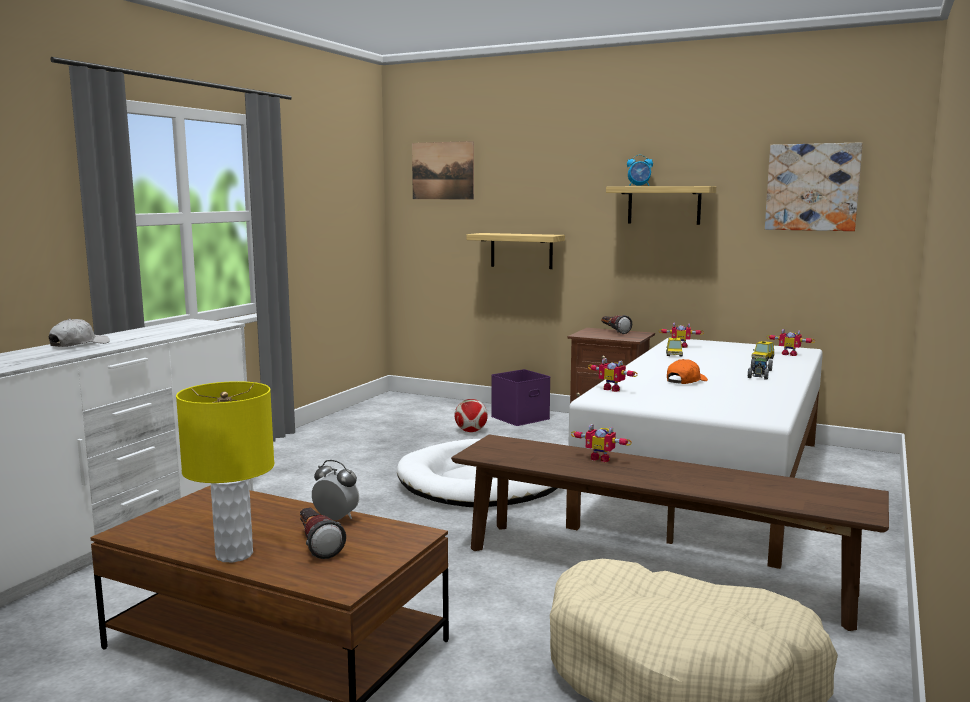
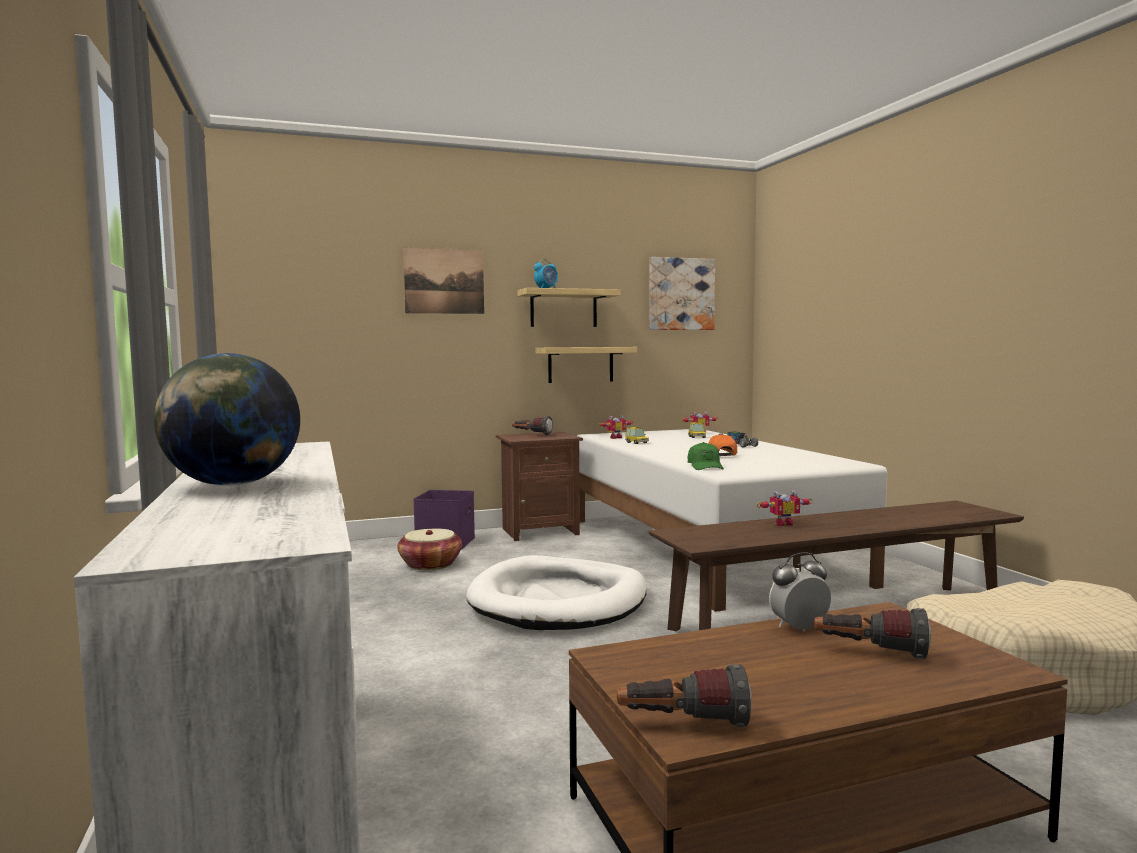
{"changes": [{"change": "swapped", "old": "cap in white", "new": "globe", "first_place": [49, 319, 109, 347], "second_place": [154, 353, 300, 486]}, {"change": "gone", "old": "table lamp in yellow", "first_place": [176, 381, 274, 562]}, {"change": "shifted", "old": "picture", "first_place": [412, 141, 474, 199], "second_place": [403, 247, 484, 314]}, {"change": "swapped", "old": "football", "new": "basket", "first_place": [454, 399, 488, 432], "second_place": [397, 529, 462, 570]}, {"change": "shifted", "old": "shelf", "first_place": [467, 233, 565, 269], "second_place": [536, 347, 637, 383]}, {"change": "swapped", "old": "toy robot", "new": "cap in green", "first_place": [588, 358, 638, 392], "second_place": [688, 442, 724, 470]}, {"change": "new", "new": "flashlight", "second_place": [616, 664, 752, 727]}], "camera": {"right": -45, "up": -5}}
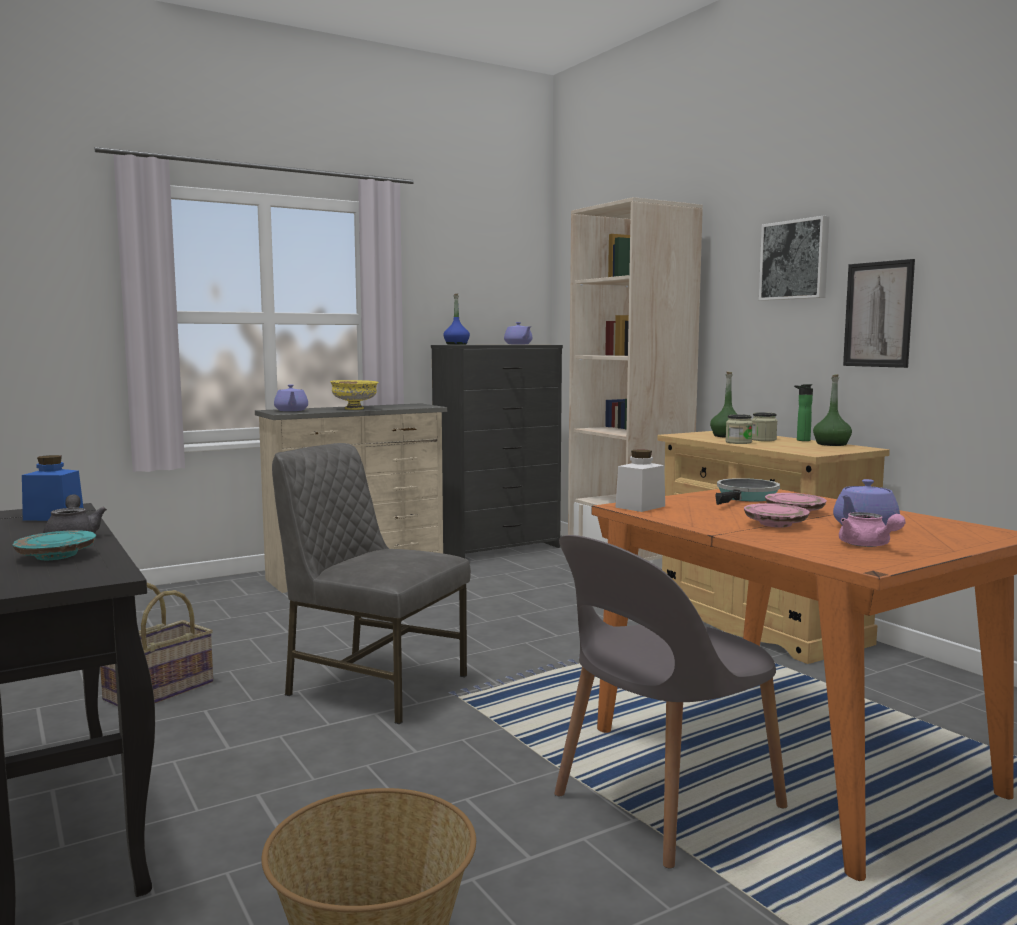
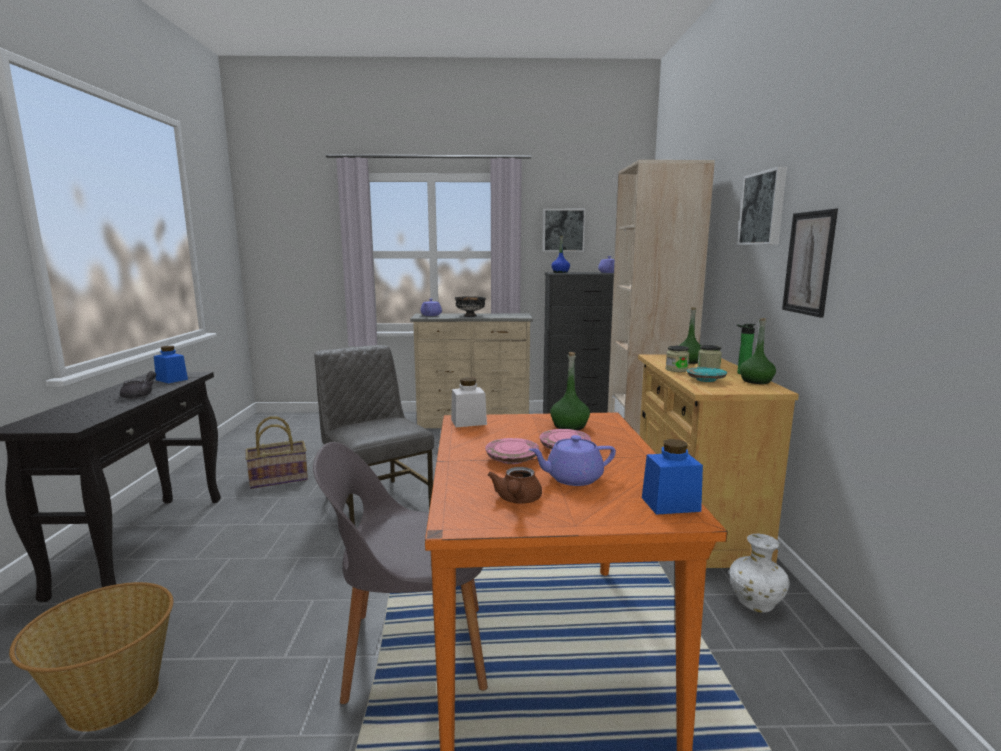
{"changes": [{"change": "shifted", "old": "plate in turquoise", "first_place": [12, 530, 96, 560], "second_place": [687, 367, 727, 382]}, {"change": "repainted", "old": "bowl in yellow", "new": "bowl in black", "first_place": [330, 380, 379, 410], "second_place": [455, 296, 486, 317]}, {"change": "swapped", "old": "frying pan", "new": "bottle in green", "first_place": [715, 478, 780, 505], "second_place": [550, 352, 590, 430]}, {"change": "repainted", "old": "teapot in pink", "new": "teapot in brown", "first_place": [839, 512, 906, 547], "second_place": [488, 467, 542, 504]}, {"change": "new", "new": "picture", "second_place": [543, 209, 586, 252]}, {"change": "new", "new": "jar in blue", "second_place": [642, 439, 703, 515]}, {"change": "new", "new": "vase in white", "second_place": [730, 533, 790, 613]}], "camera": {"right": 30, "up": 5}}
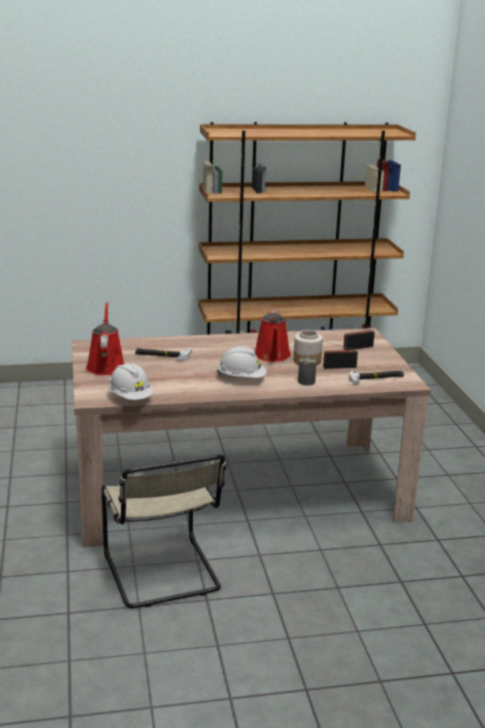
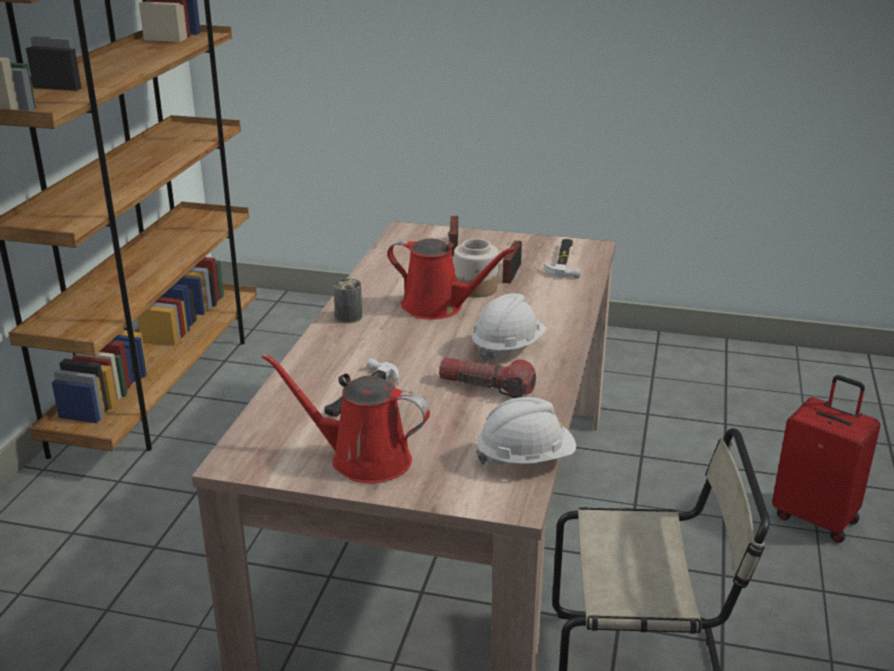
{"changes": [{"change": "shifted", "old": "can", "first_place": [298, 357, 317, 386], "second_place": [333, 278, 362, 323]}, {"change": "new", "new": "flashlight", "second_place": [439, 357, 536, 398]}, {"change": "new", "new": "suitcase in red", "second_place": [772, 375, 881, 543]}], "camera": {"right": -65, "up": 5}}
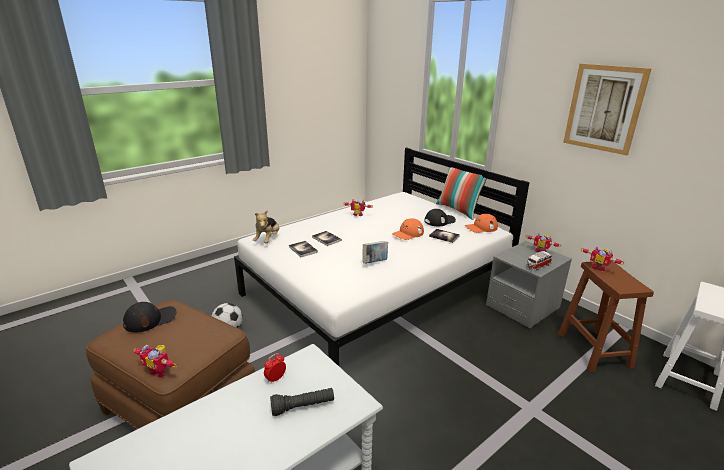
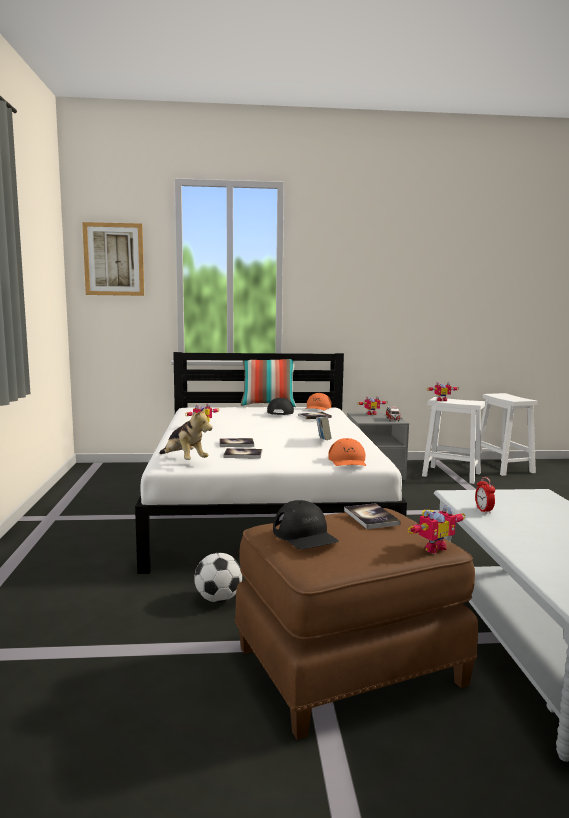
{"changes": [{"change": "rotated", "old": "cap in black", "first_place": [123, 302, 176, 332], "second_place": [273, 500, 339, 549], "degrees": 150}, {"change": "gone", "old": "flashlight in black", "first_place": [270, 388, 334, 416]}, {"change": "shifted", "old": "cap in orange", "first_place": [392, 218, 424, 240], "second_place": [328, 438, 366, 466]}, {"change": "repainted", "old": "stool in brown", "new": "stool in white", "first_place": [558, 261, 654, 372], "second_place": [422, 397, 485, 484]}, {"change": "shifted", "old": "picture", "first_place": [563, 64, 651, 156], "second_place": [82, 222, 144, 296]}, {"change": "new", "new": "book", "second_place": [344, 503, 401, 529]}], "camera": {"right": -55, "up": -15}}
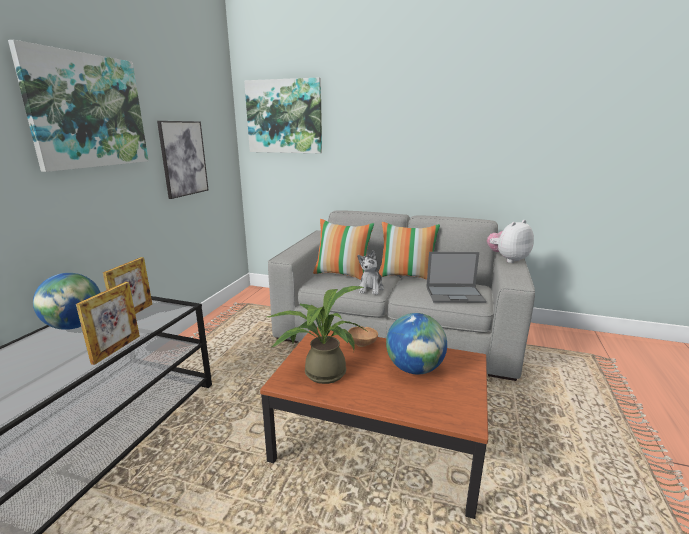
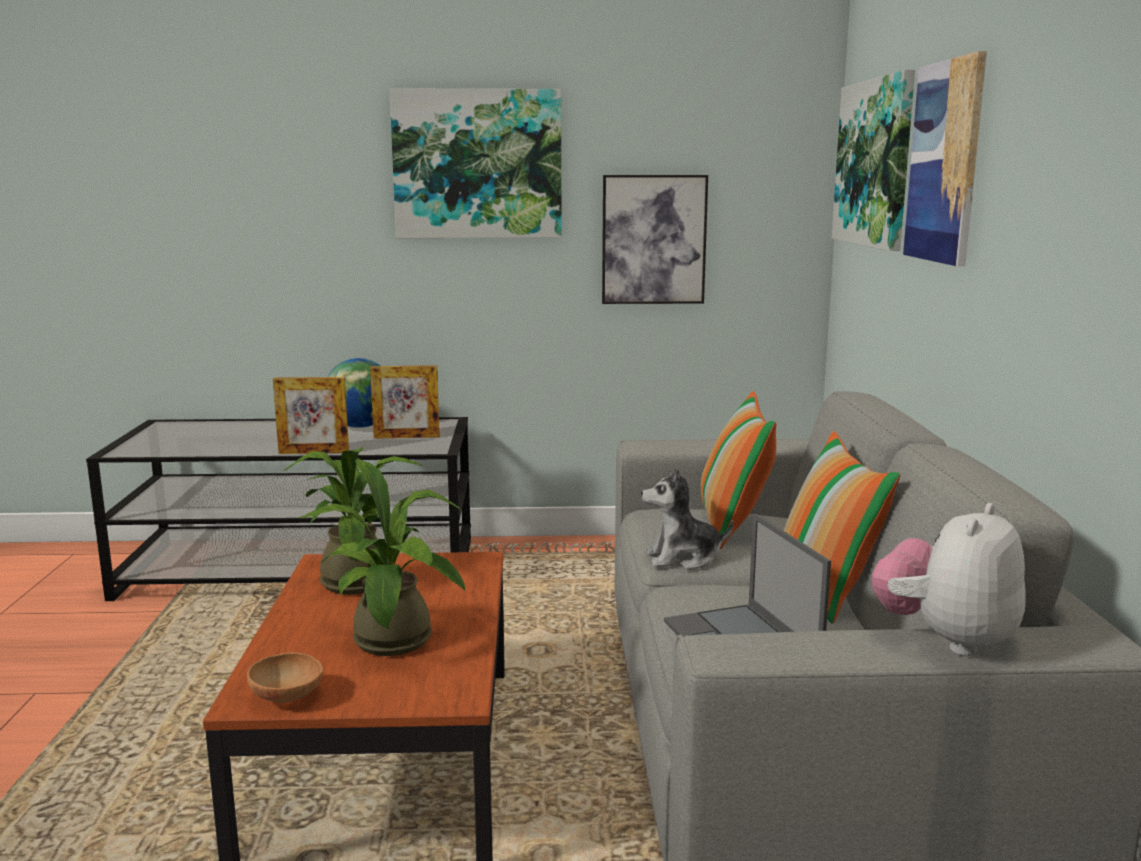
{"changes": [{"change": "shifted", "old": "bowl in brown", "first_place": [348, 326, 378, 347], "second_place": [247, 653, 323, 703]}, {"change": "swapped", "old": "globe", "new": "potted plant", "first_place": [386, 313, 447, 374], "second_place": [298, 458, 465, 656]}, {"change": "rotated", "old": "plush toy", "first_place": [487, 220, 534, 263], "second_place": [872, 503, 1026, 656], "degrees": -90}, {"change": "new", "new": "picture", "second_place": [903, 51, 987, 267]}], "camera": {"right": 70, "up": -5}}
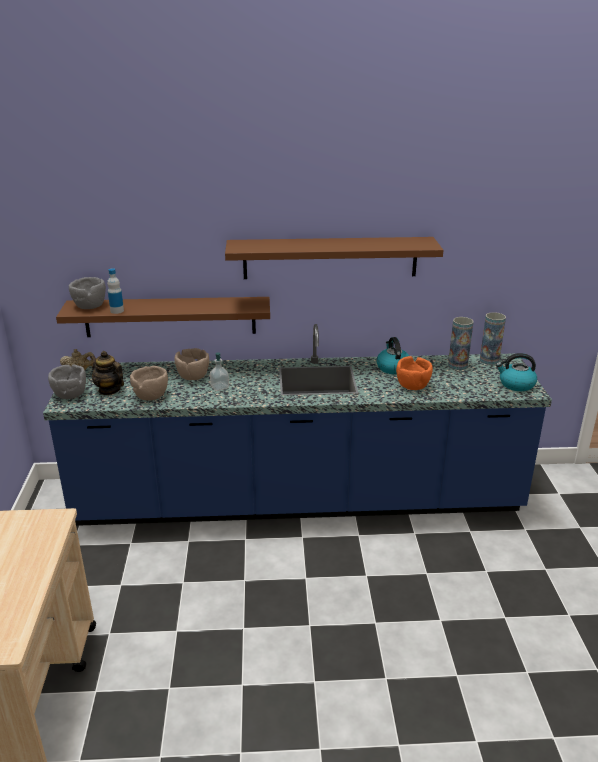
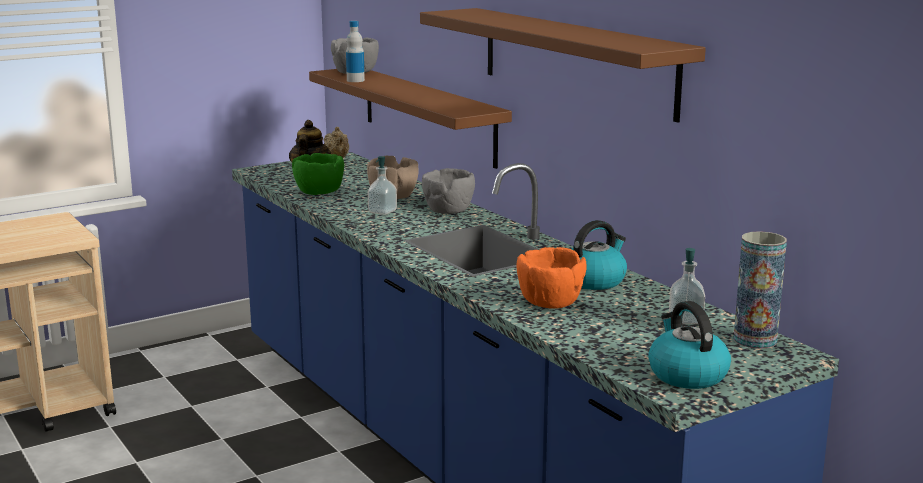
{"changes": [{"change": "shifted", "old": "bowl in grey", "first_place": [48, 364, 86, 399], "second_place": [422, 168, 475, 214]}, {"change": "repainted", "old": "bowl in brown", "new": "bowl in green", "first_place": [130, 366, 168, 401], "second_place": [292, 153, 344, 195]}, {"change": "swapped", "old": "vase", "new": "soap dispenser", "first_place": [448, 317, 474, 370], "second_place": [669, 248, 705, 324]}], "camera": {"right": 60, "up": -10}}
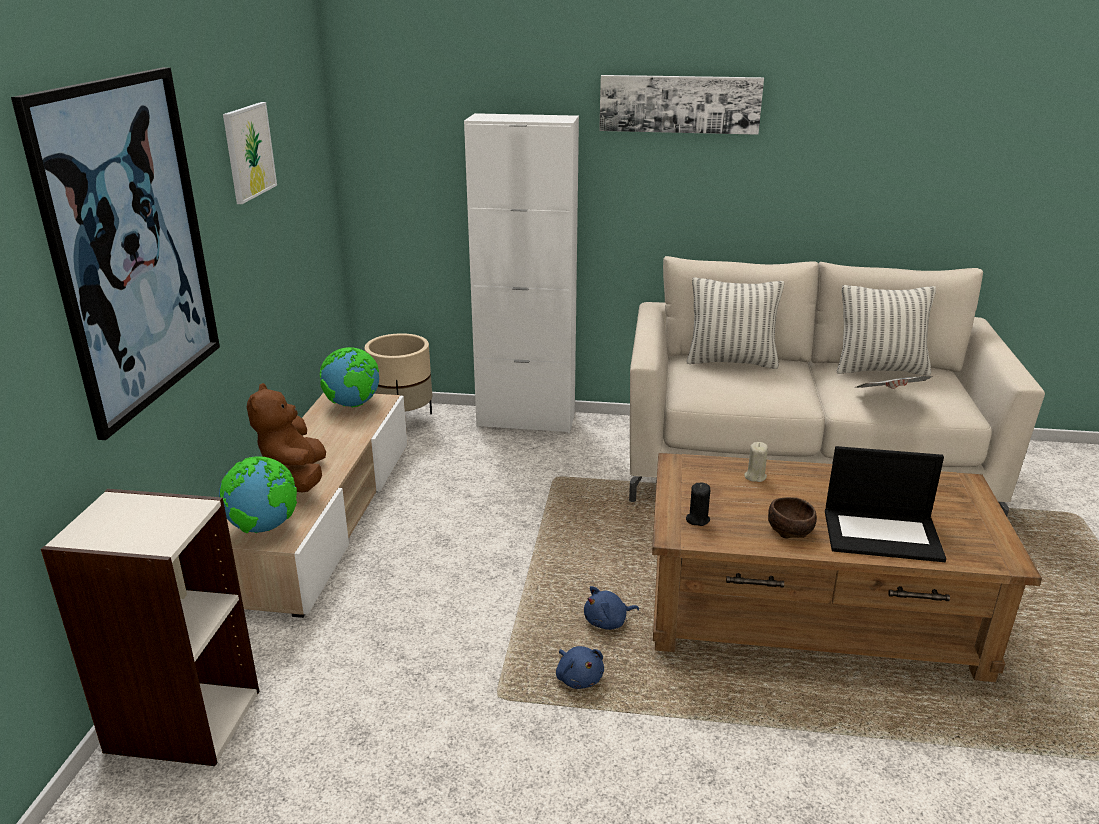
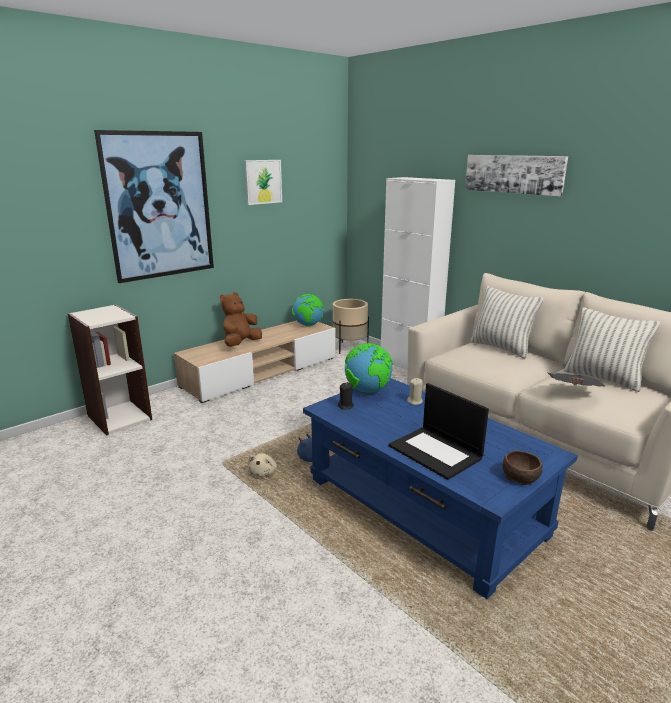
{"changes": [{"change": "shifted", "old": "globe", "first_place": [219, 456, 297, 533], "second_place": [345, 343, 393, 393]}, {"change": "repainted", "old": "plush toy in blue", "new": "plush toy in beige", "first_place": [556, 646, 604, 689], "second_place": [248, 453, 277, 477]}, {"change": "repainted", "old": "coffee table in brown", "new": "coffee table in blue", "first_place": [652, 453, 1042, 682], "second_place": [303, 378, 578, 599]}, {"change": "shifted", "old": "bowl in brown", "first_place": [768, 497, 817, 539], "second_place": [503, 450, 543, 485]}], "camera": {"right": 40, "up": -5}}
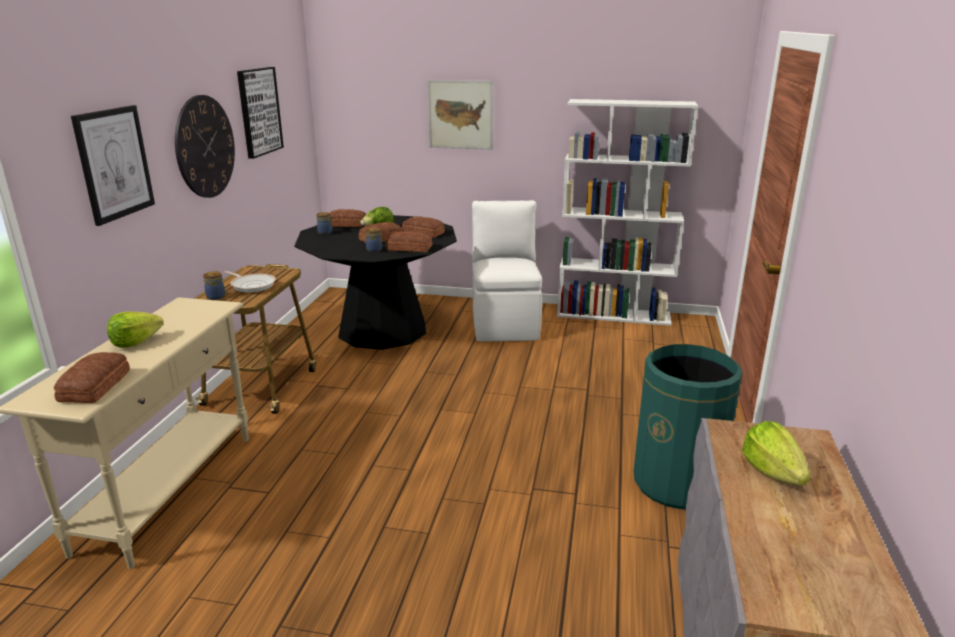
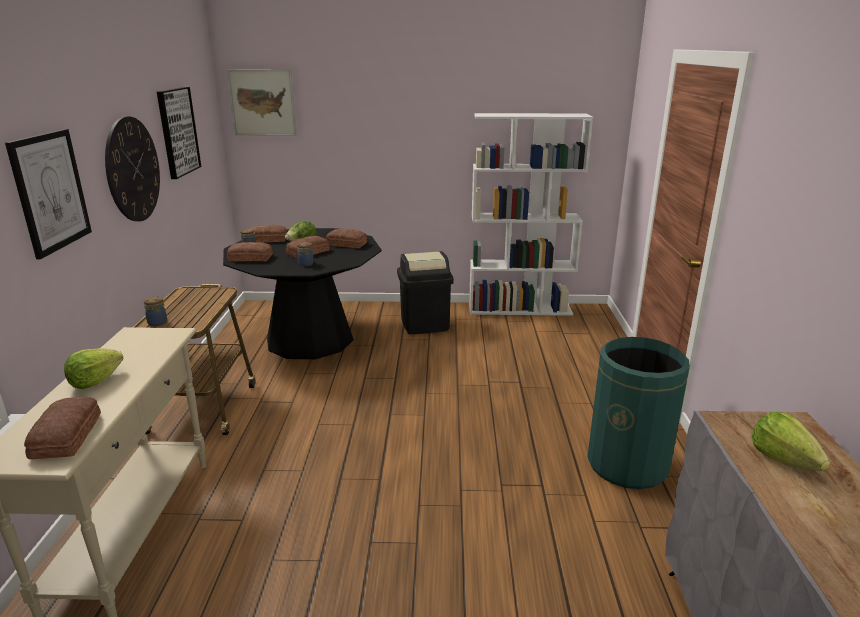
{"changes": [{"change": "gone", "old": "frying pan", "first_place": [224, 271, 276, 292]}, {"change": "shifted", "old": "bread", "first_place": [386, 231, 432, 252], "second_place": [227, 242, 273, 261]}, {"change": "shifted", "old": "picture", "first_place": [427, 80, 493, 150], "second_place": [227, 69, 297, 136]}, {"change": "swapped", "old": "chair in white", "new": "trash can in black", "first_place": [472, 200, 542, 341], "second_place": [397, 251, 453, 334]}], "camera": {"right": -10, "up": 0}}
